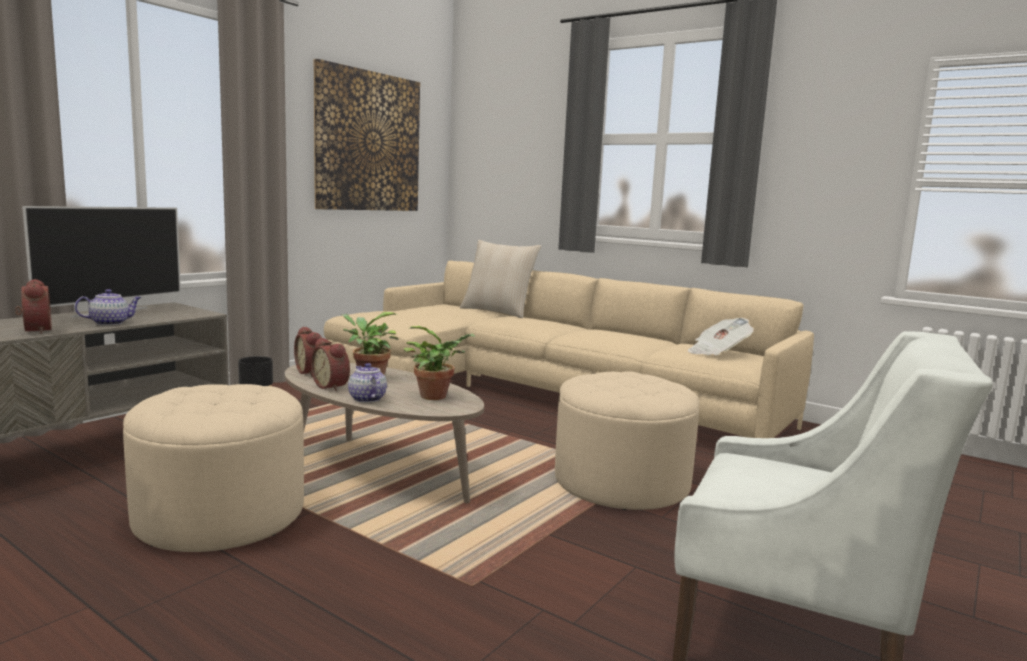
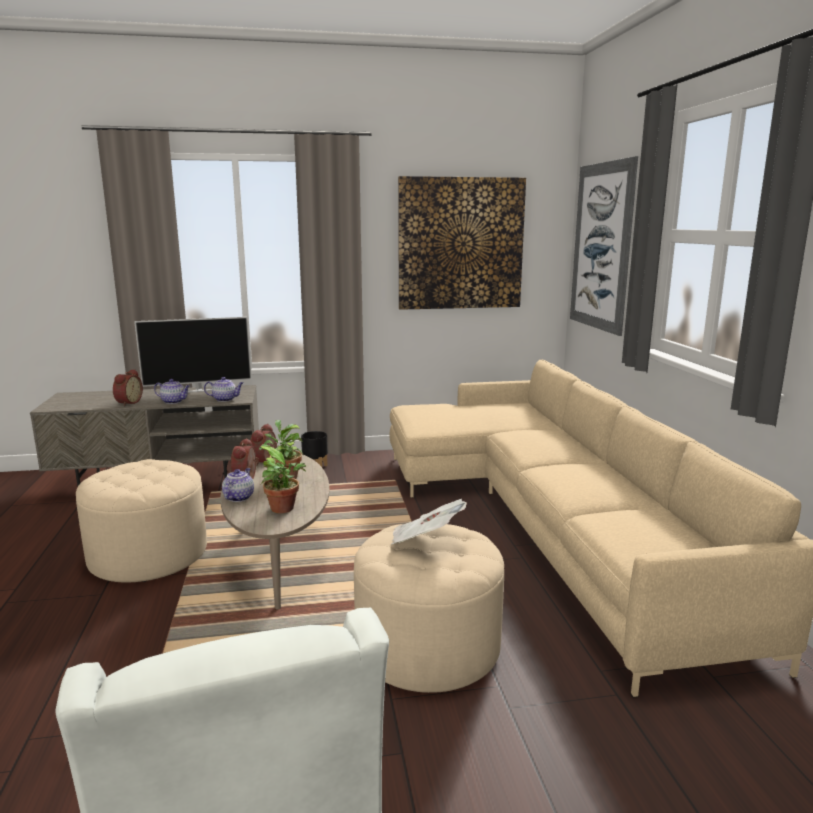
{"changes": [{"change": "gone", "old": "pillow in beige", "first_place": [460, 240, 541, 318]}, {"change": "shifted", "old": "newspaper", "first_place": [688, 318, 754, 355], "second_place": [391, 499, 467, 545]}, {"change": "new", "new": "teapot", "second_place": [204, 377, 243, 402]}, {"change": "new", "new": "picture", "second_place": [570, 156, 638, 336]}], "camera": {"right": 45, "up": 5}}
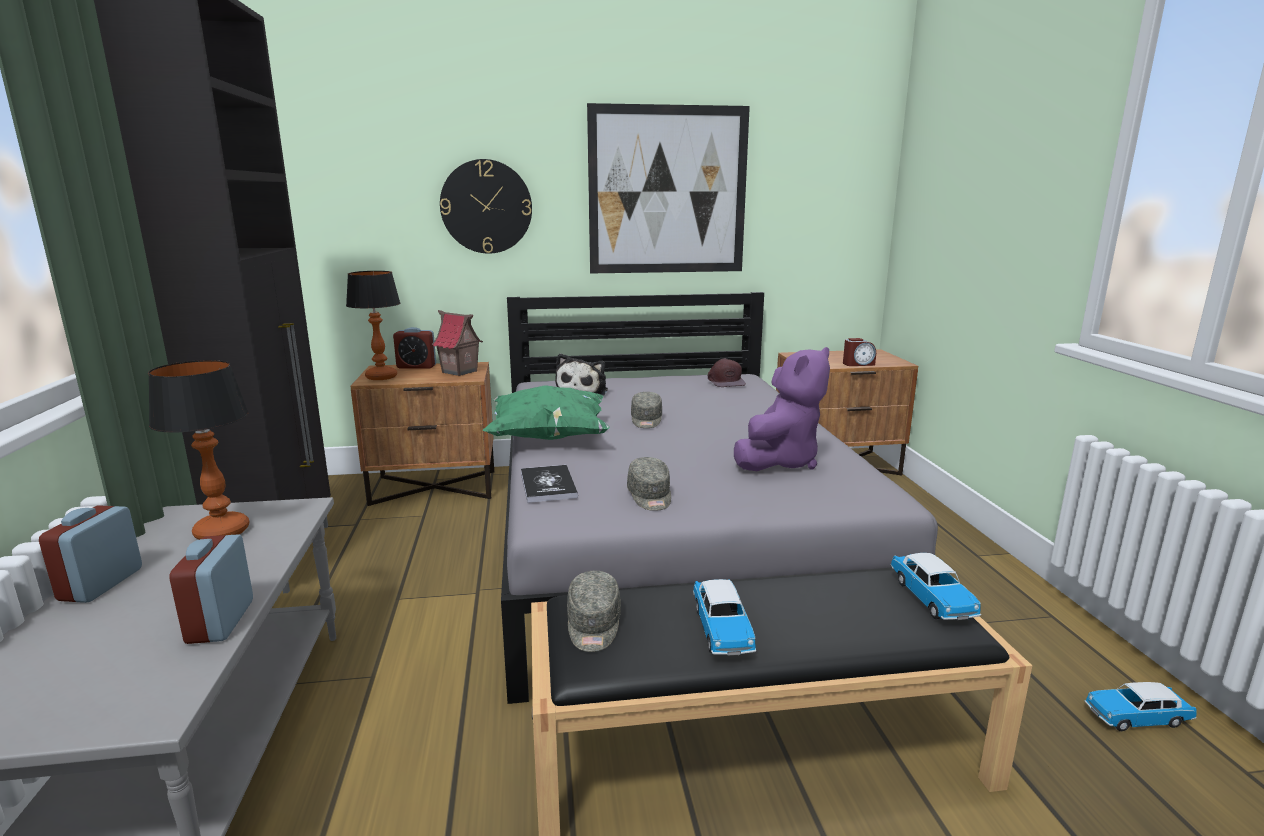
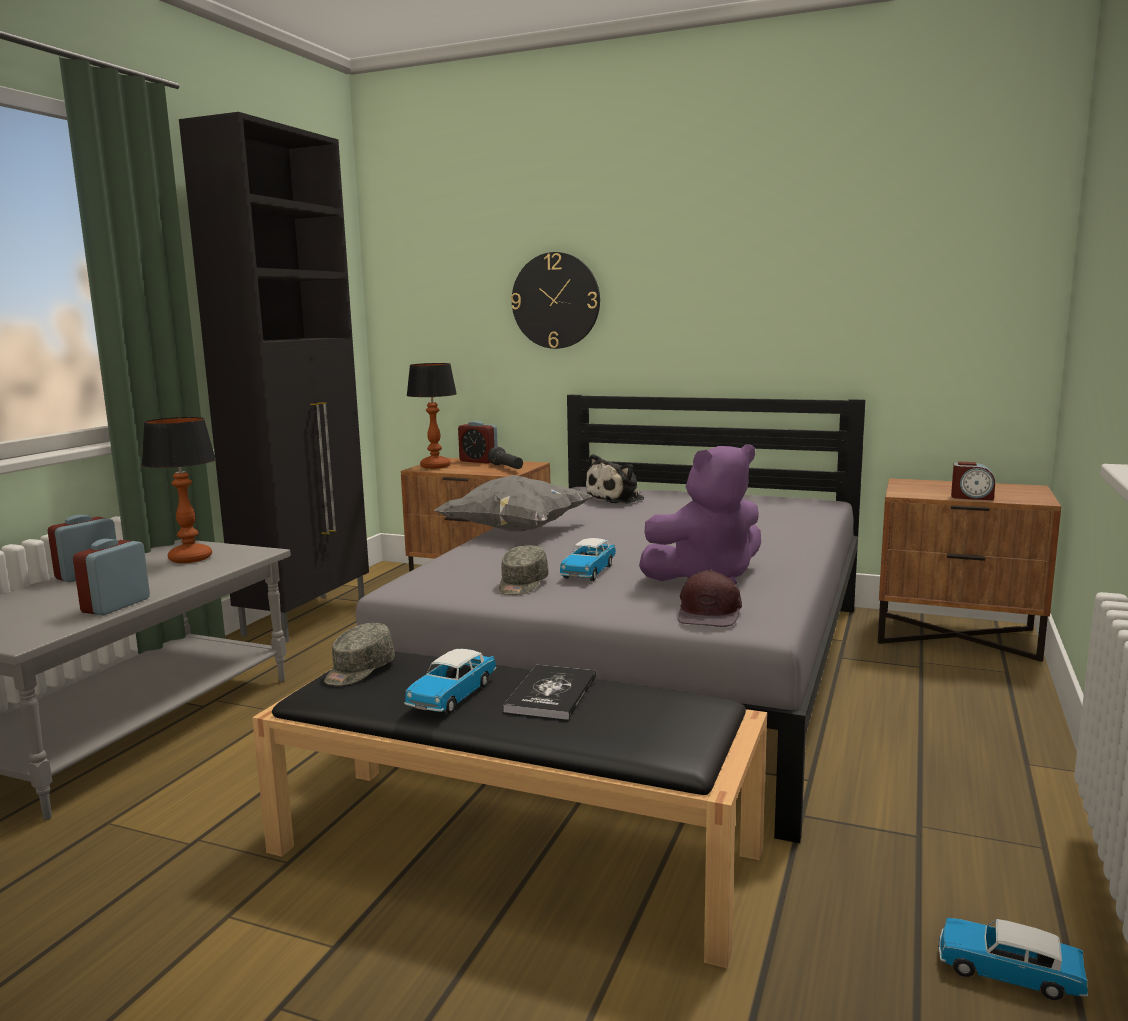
{"changes": [{"change": "swapped", "old": "toy house", "new": "flashlight in black", "first_place": [432, 310, 483, 376], "second_place": [488, 447, 523, 469]}, {"change": "repainted", "old": "pillow in green", "new": "pillow in grey", "first_place": [483, 385, 610, 440], "second_place": [434, 475, 593, 532]}, {"change": "shifted", "old": "book", "first_place": [521, 465, 578, 503], "second_place": [503, 665, 597, 720]}, {"change": "gone", "old": "picture", "first_place": [587, 103, 750, 273]}, {"change": "gone", "old": "cap in grey", "first_place": [631, 392, 662, 428]}, {"change": "shifted", "old": "cap in brown", "first_place": [708, 358, 746, 387], "second_place": [678, 569, 742, 627]}, {"change": "shifted", "old": "toy car", "first_place": [891, 553, 981, 620], "second_place": [559, 538, 616, 581]}], "camera": {"right": 30, "up": -5}}
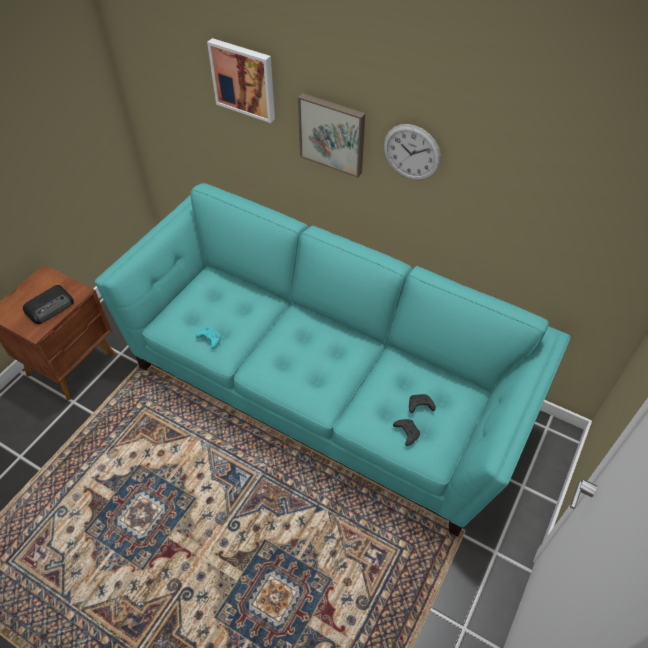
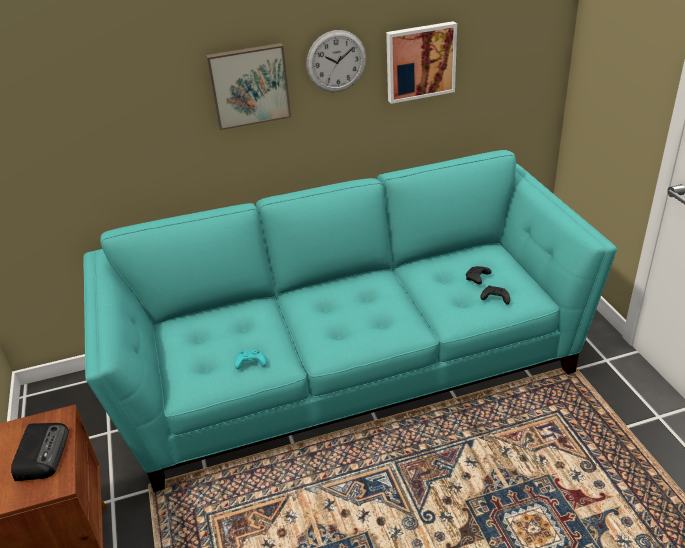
{"changes": [{"change": "shifted", "old": "picture", "first_place": [207, 38, 275, 123], "second_place": [386, 21, 457, 104]}], "camera": {"right": -45, "up": -15}}
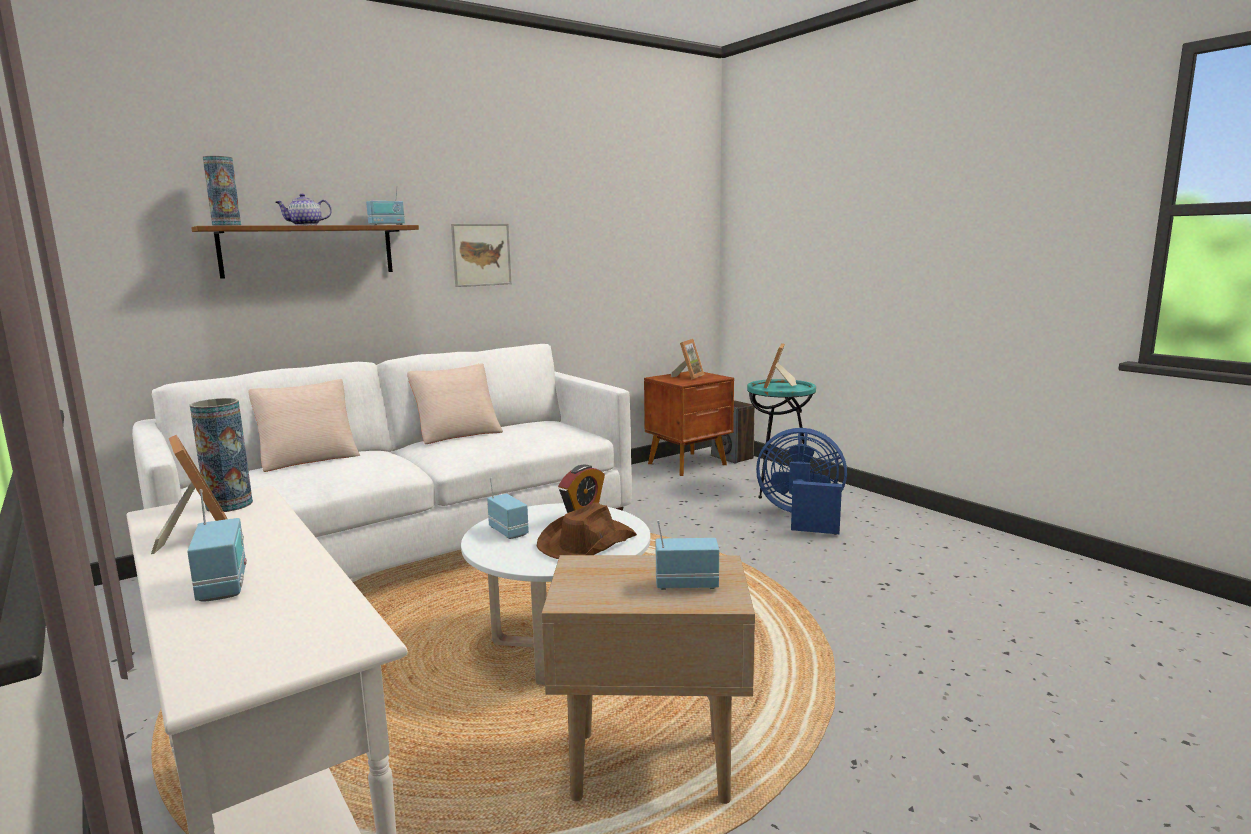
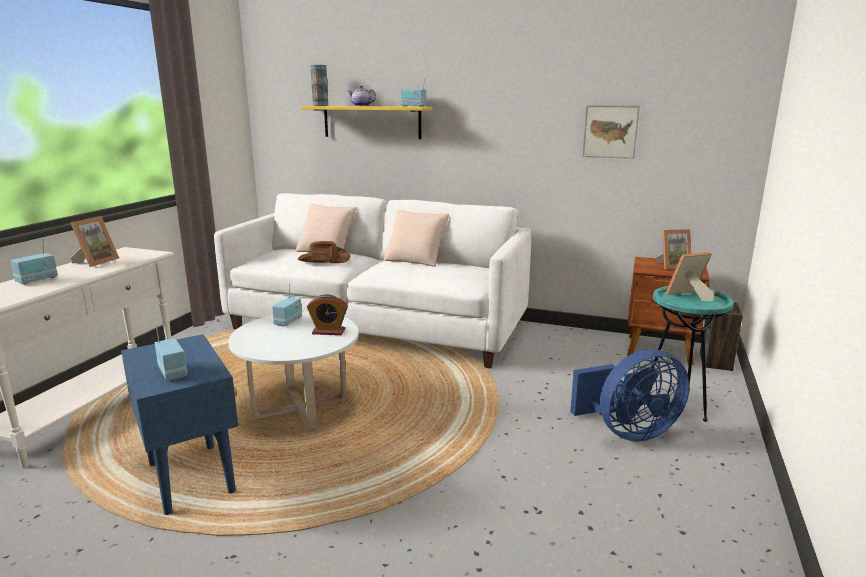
{"changes": [{"change": "gone", "old": "vase", "first_place": [190, 398, 253, 512]}, {"change": "repainted", "old": "shelf in brown", "new": "shelf in yellow", "first_place": [191, 225, 419, 279], "second_place": [301, 106, 432, 139]}, {"change": "shifted", "old": "picture", "first_place": [451, 224, 512, 287], "second_place": [582, 105, 640, 159]}, {"change": "shifted", "old": "hat in brown", "first_place": [536, 502, 637, 559], "second_place": [298, 241, 350, 263]}, {"change": "repainted", "old": "side table in beige", "new": "side table in blue", "first_place": [542, 555, 755, 804], "second_place": [121, 334, 238, 515]}, {"change": "rotated", "old": "fan in blue", "first_place": [756, 428, 847, 534], "second_place": [570, 349, 690, 442], "degrees": 90}], "camera": {"right": 55, "up": 5}}
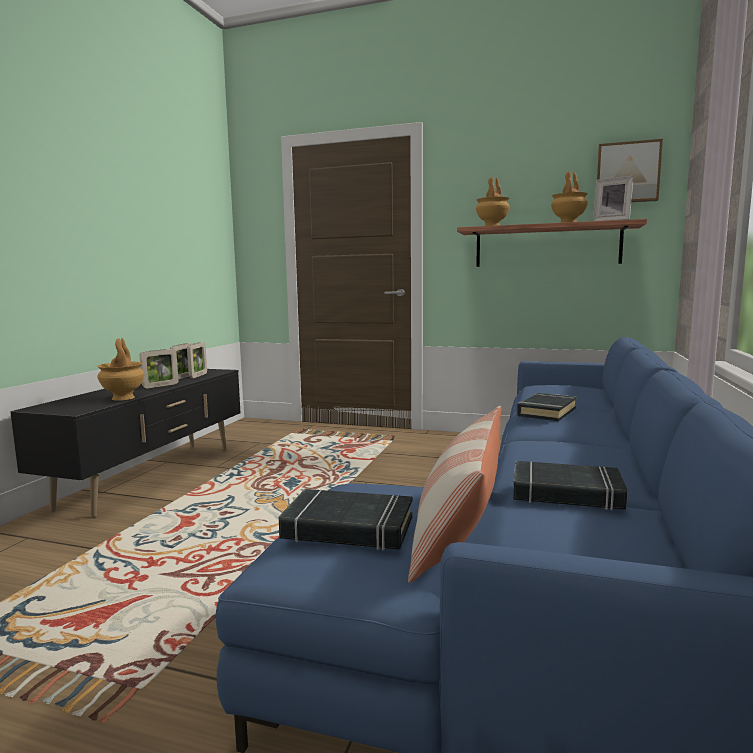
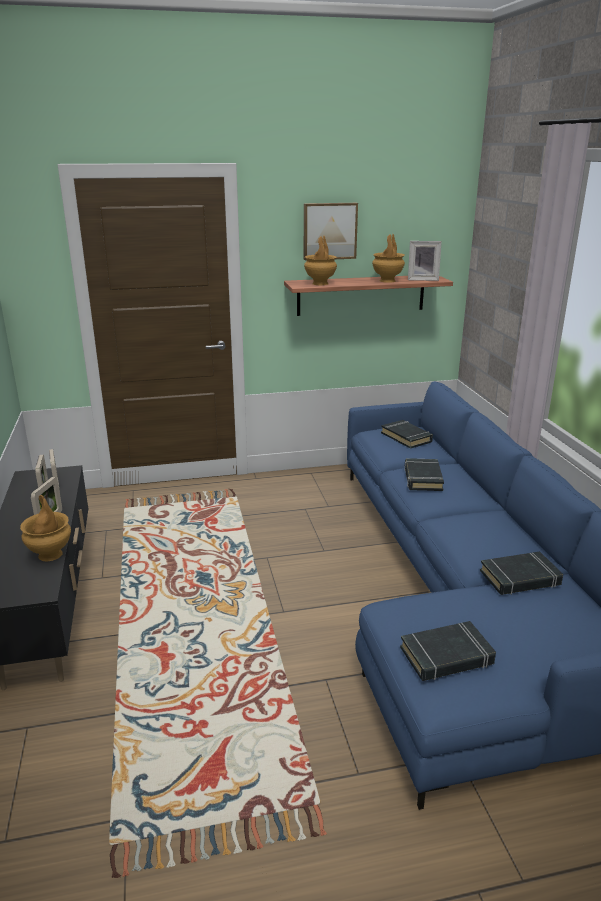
{"changes": [{"change": "gone", "old": "pillow", "first_place": [408, 406, 501, 583]}, {"change": "shifted", "old": "picture", "first_place": [597, 139, 663, 202], "second_place": [304, 203, 358, 260]}, {"change": "new", "new": "book in black", "second_place": [381, 420, 433, 449]}], "camera": {"right": -30, "up": 15}}
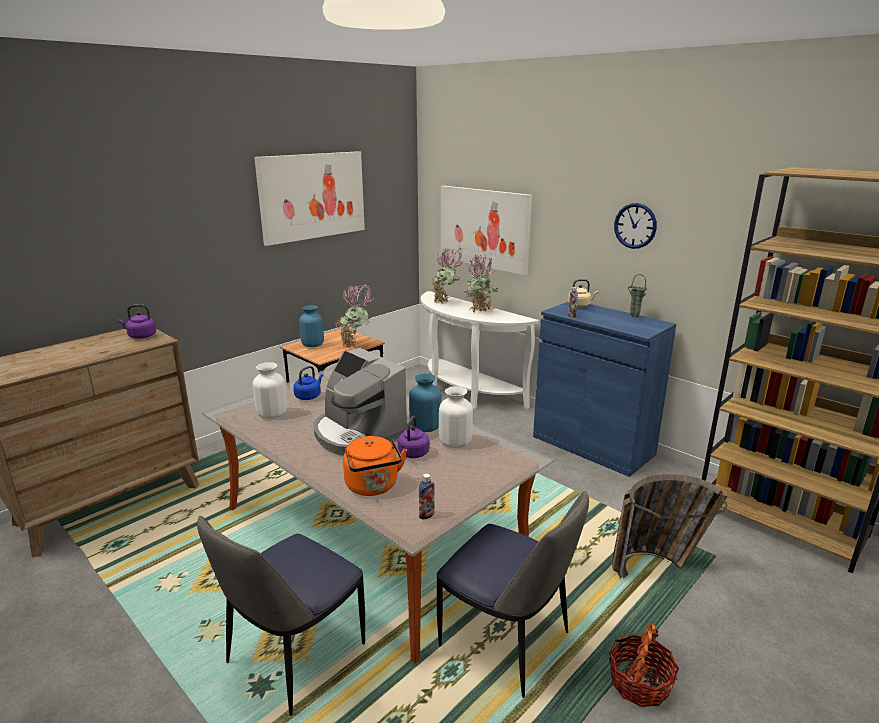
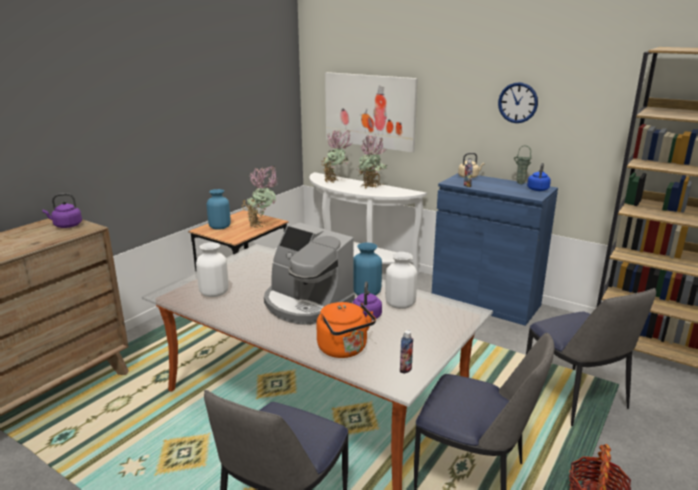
{"changes": [{"change": "gone", "old": "picture", "first_place": [254, 151, 365, 246]}, {"change": "shifted", "old": "kettle in blue", "first_place": [293, 366, 323, 400], "second_place": [527, 163, 551, 191]}, {"change": "swapped", "old": "basket", "new": "chair", "first_place": [612, 474, 728, 579], "second_place": [526, 288, 656, 426]}], "camera": {"right": -10, "up": 0}}
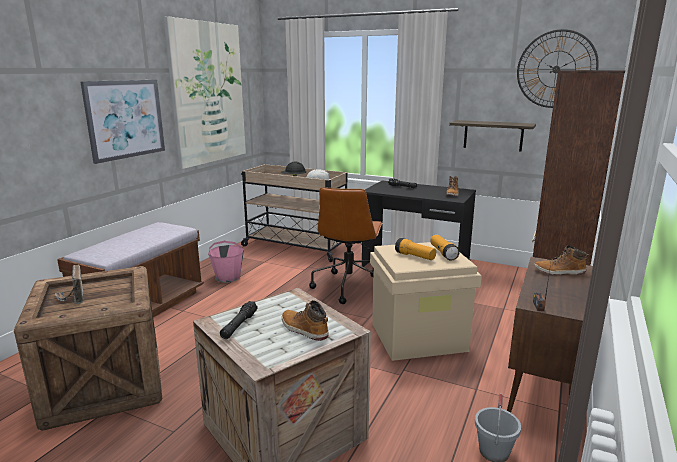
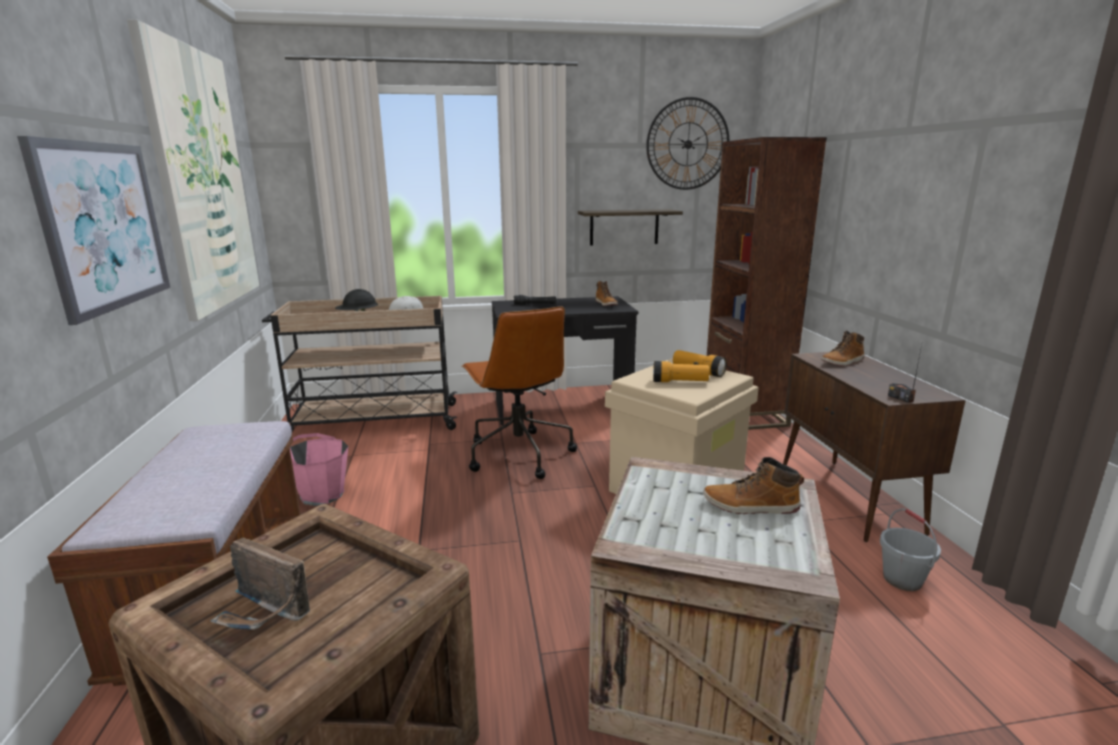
{"changes": [{"change": "gone", "old": "flashlight in black", "first_place": [220, 301, 258, 339]}], "camera": {"right": -35, "up": 0}}
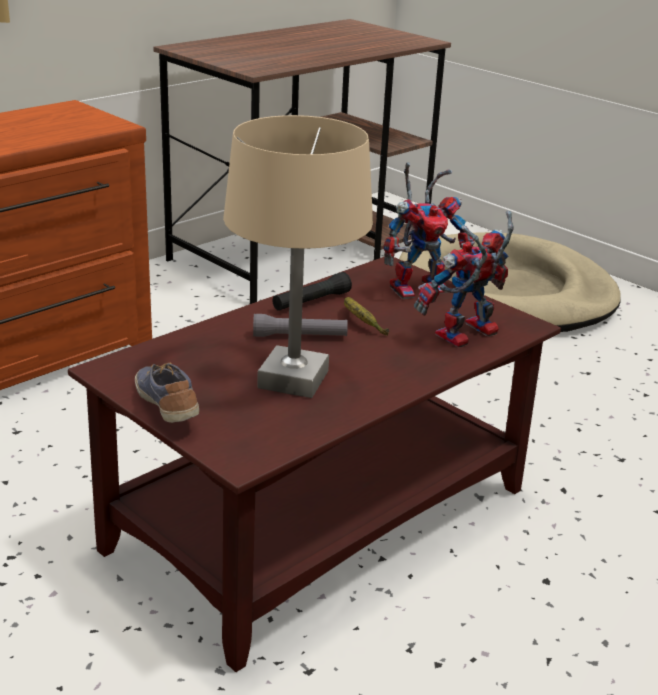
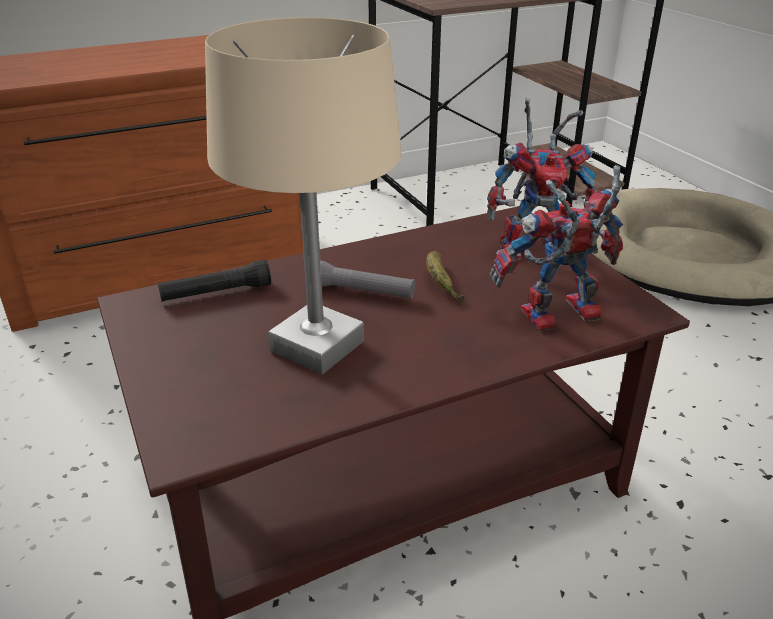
{"changes": [{"change": "gone", "old": "shoe", "first_place": [135, 363, 199, 423]}, {"change": "shifted", "old": "flashlight in black", "first_place": [272, 272, 352, 311], "second_place": [158, 260, 271, 302]}], "camera": {"right": 20, "up": 5}}
